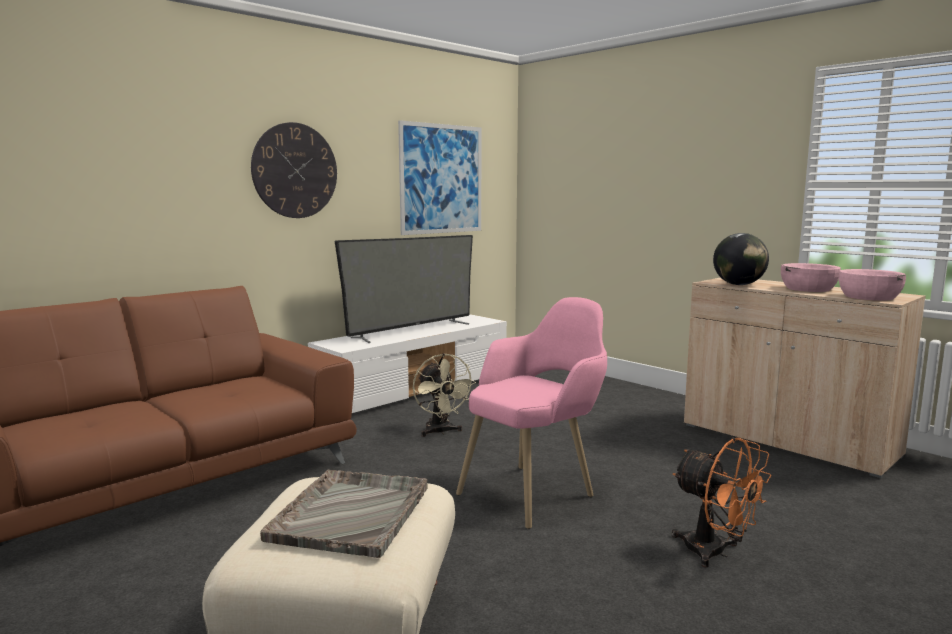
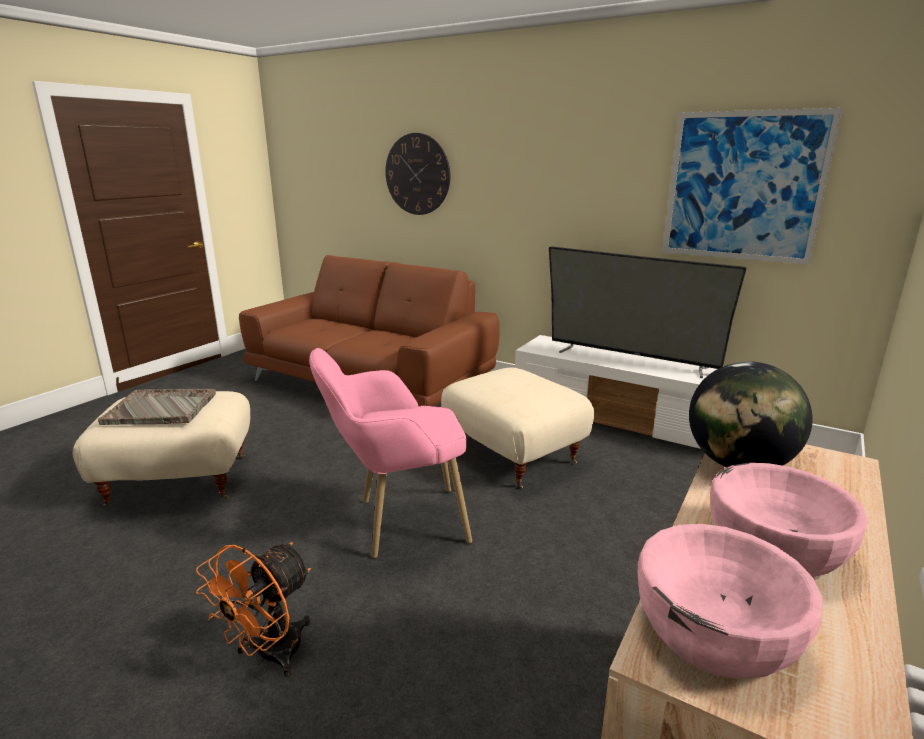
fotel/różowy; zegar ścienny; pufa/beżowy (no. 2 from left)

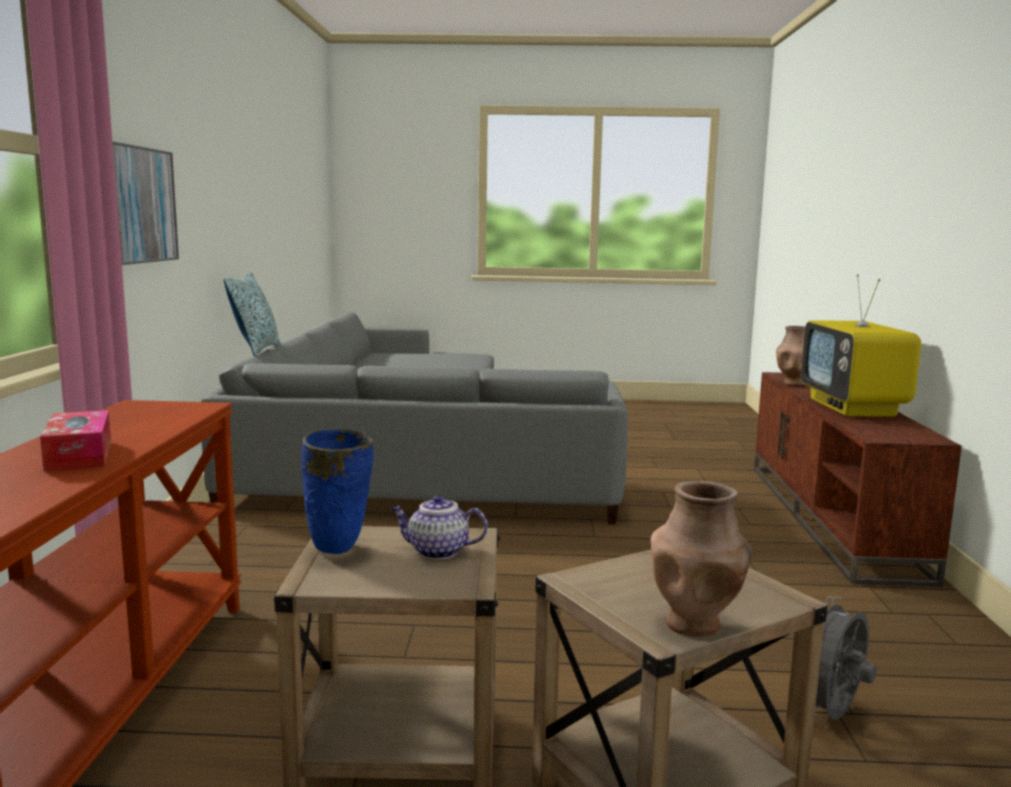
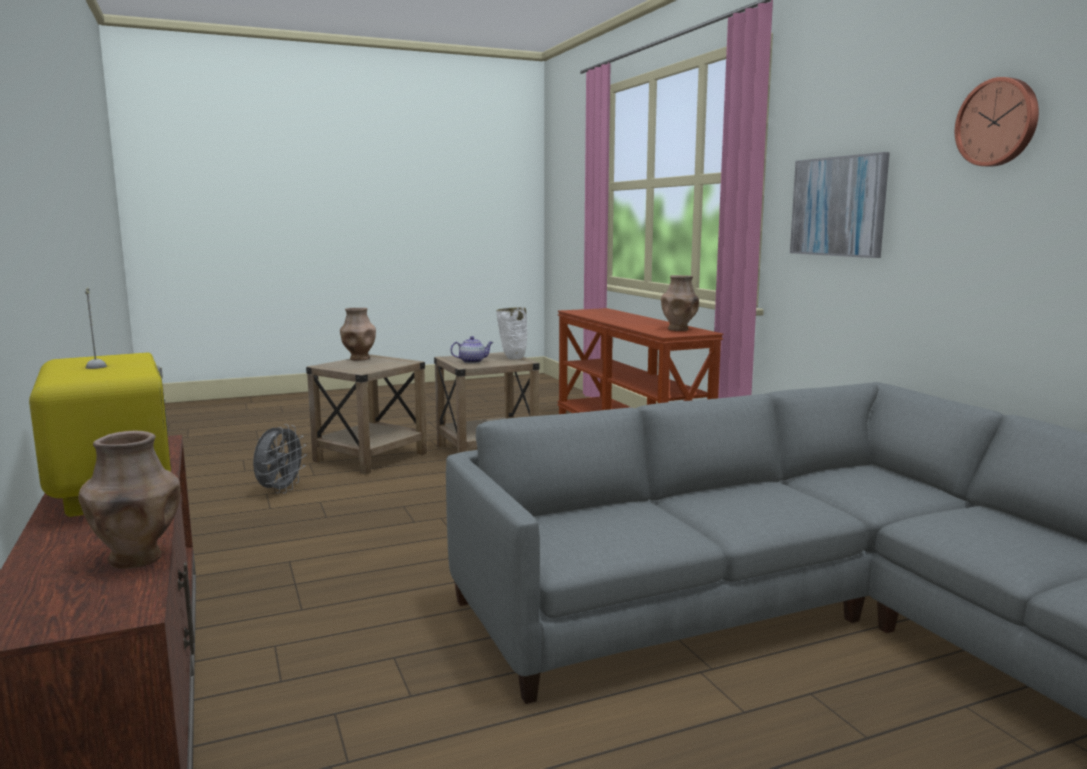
wazon/biały; wazon/brązowy (no. 3 from left); zegar ścienny; pudełko chusteczek; poduszka

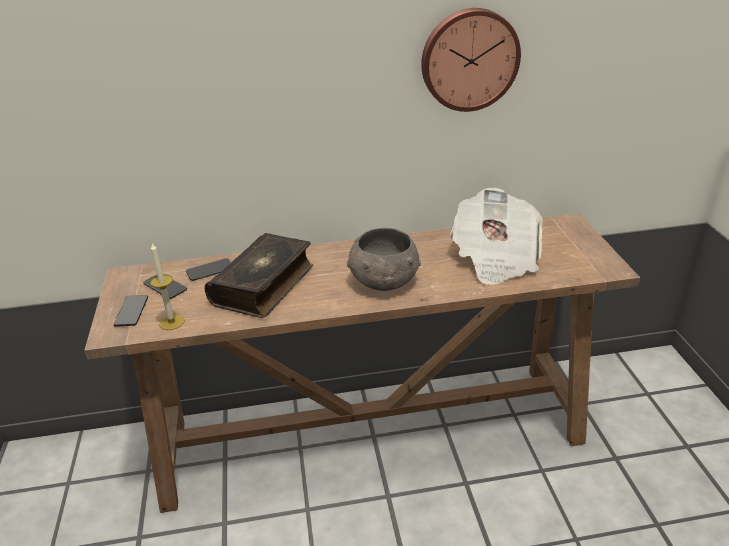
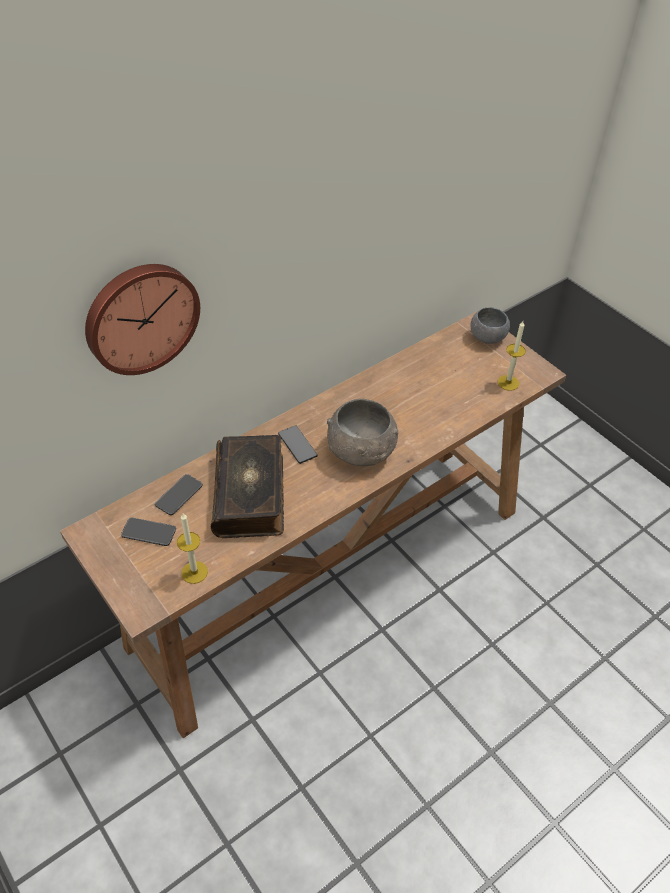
zegar ścienny; telefon (no. 3 from left); miska/szary (no. 2 from left); świeca (no. 2 from left); gazeta

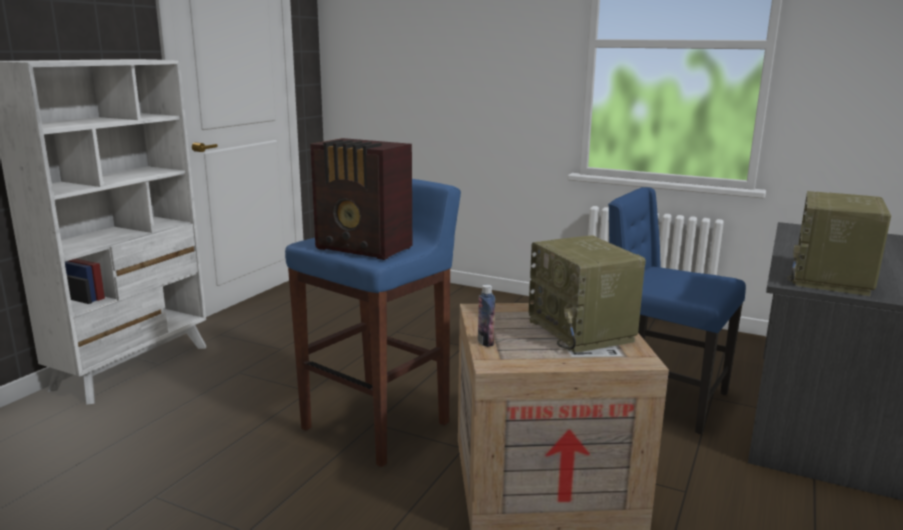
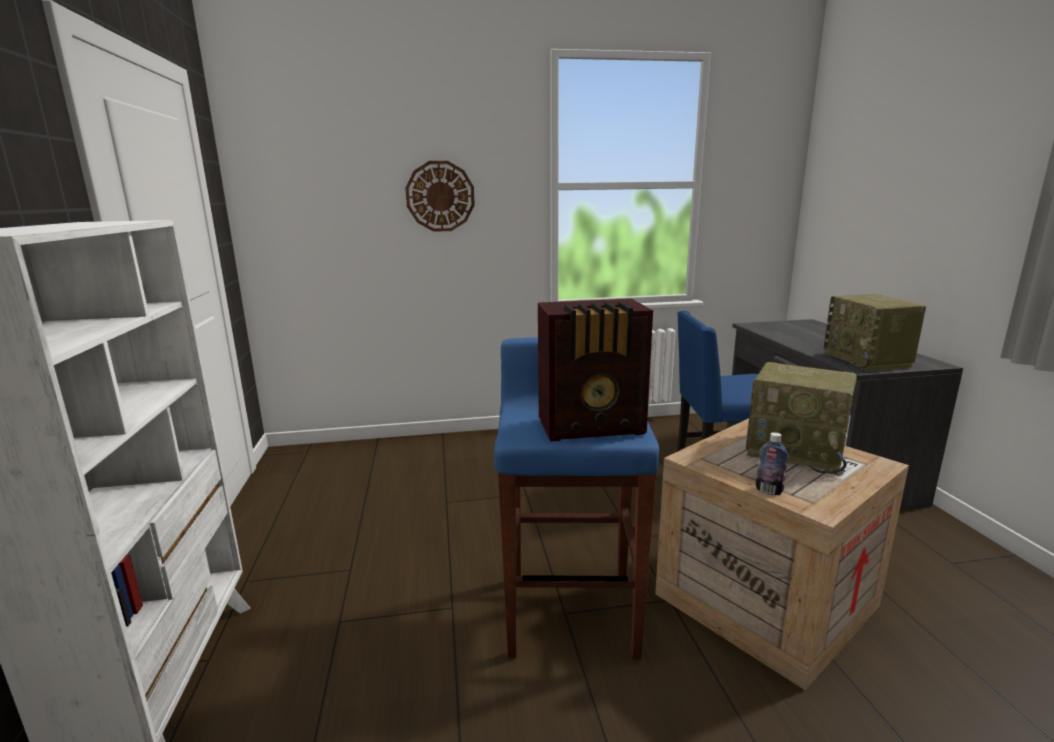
zegar ścienny

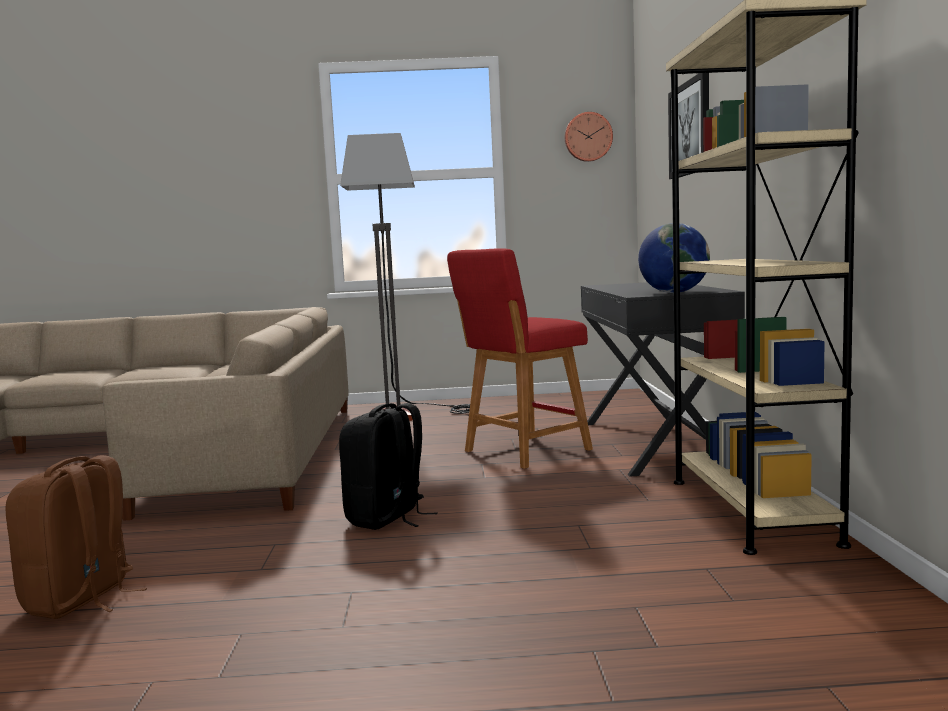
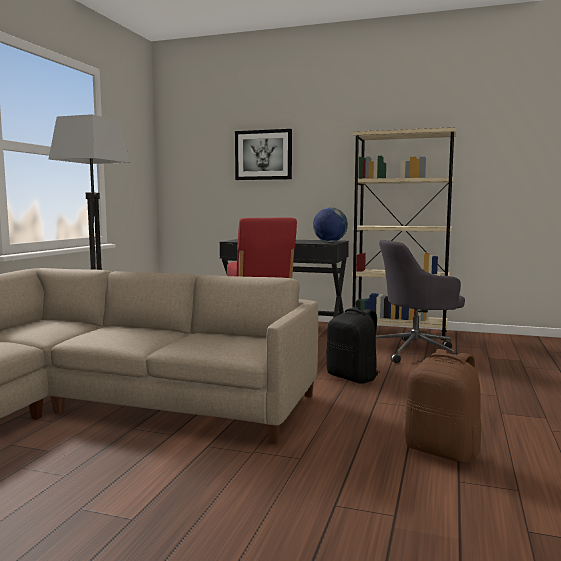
krzesło biurowe/szary; zegar ścienny

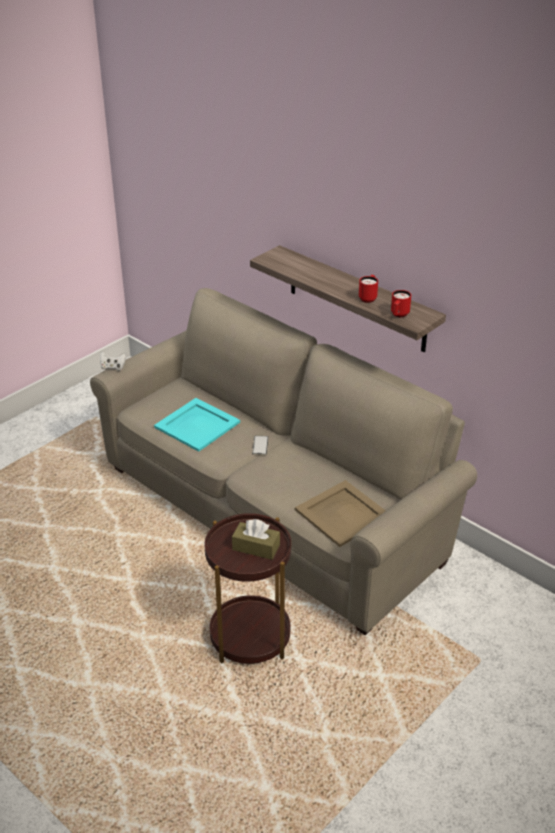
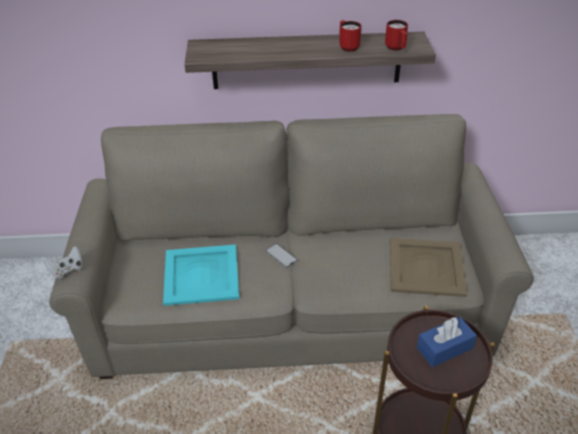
pudełko chusteczek/niebieski

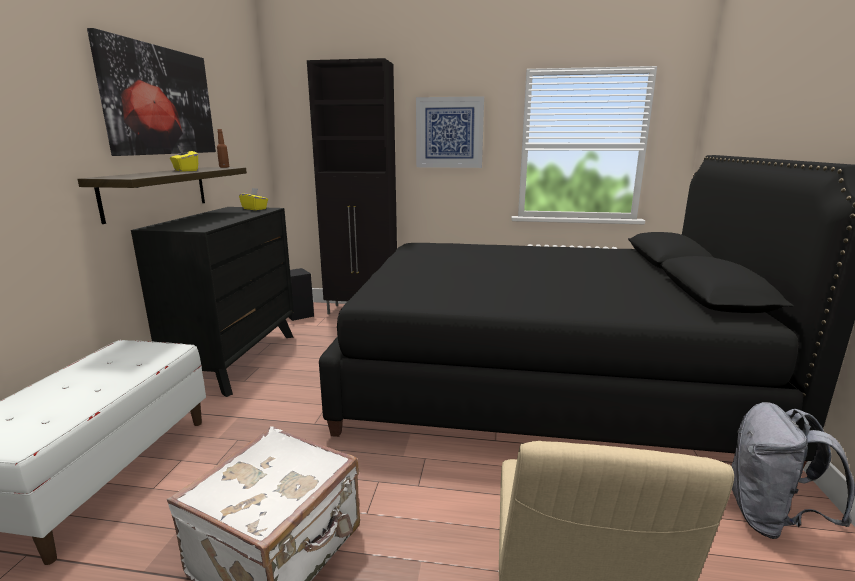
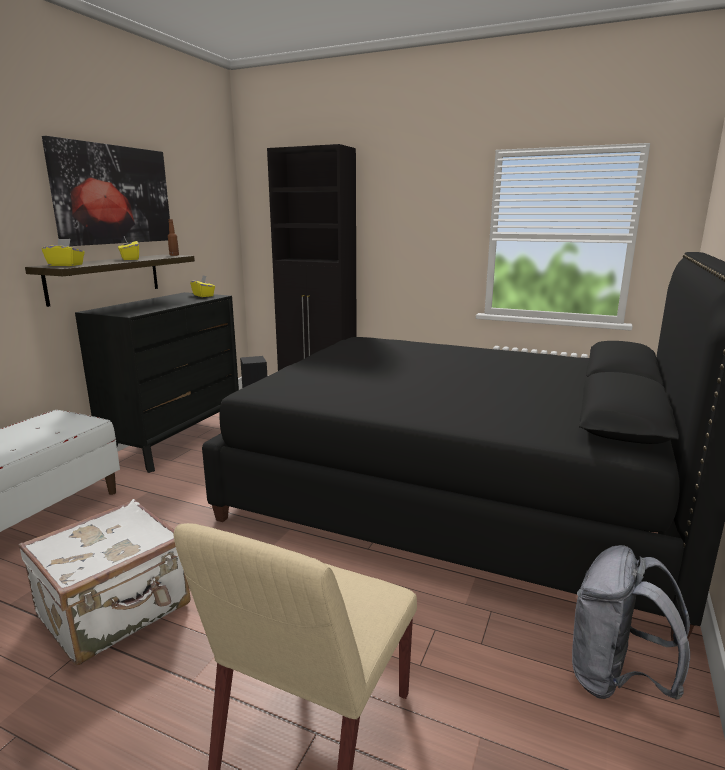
pudełko chusteczek/żółty (no. 1 from left); obraz (no. 2 from left in the first image)

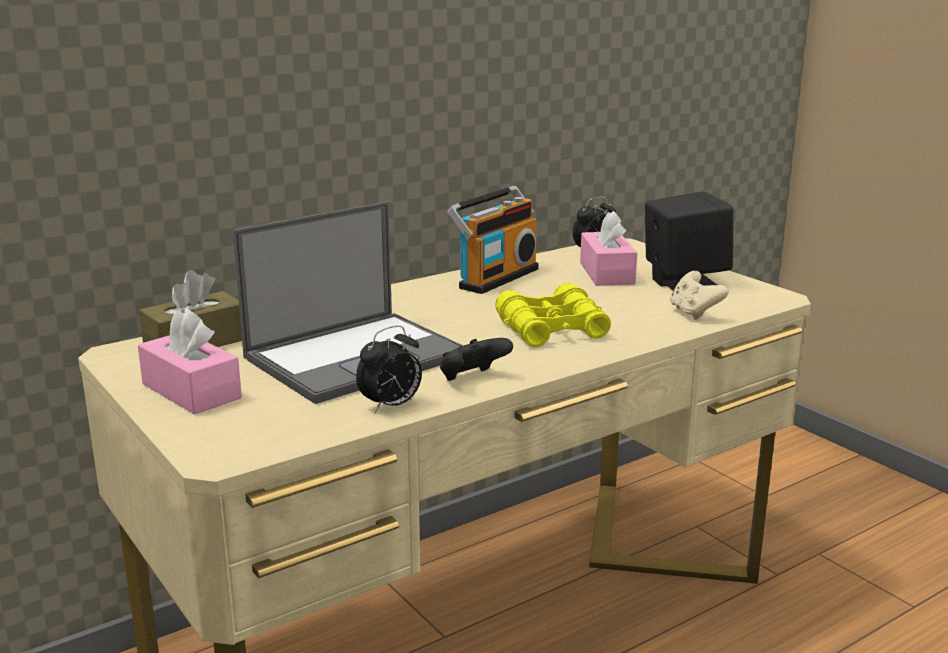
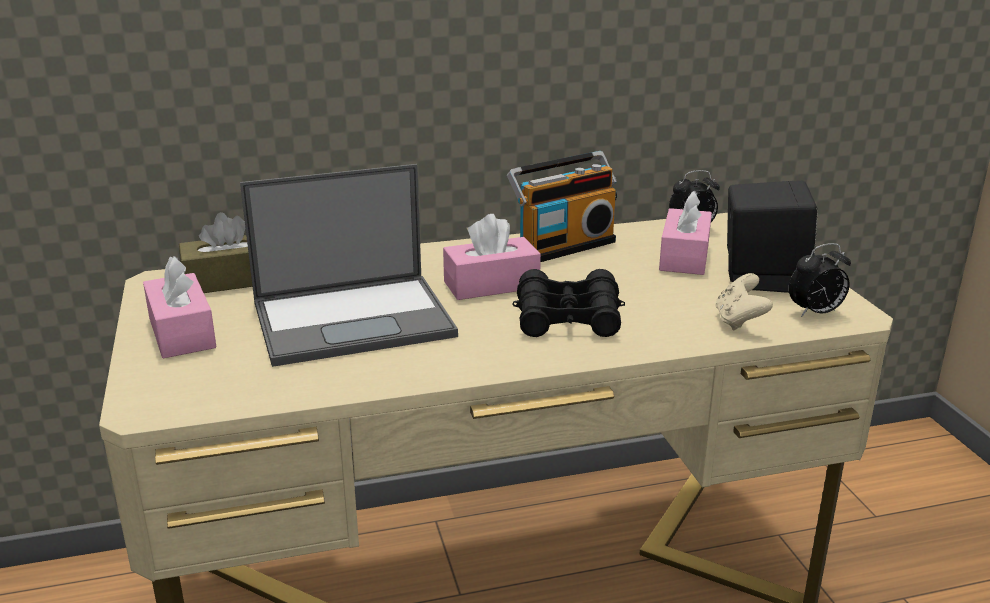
pudełko chusteczek/różowy (no. 2 from left); lornetka/czarny; budzik (no. 2 from left); pad do gier/czarny

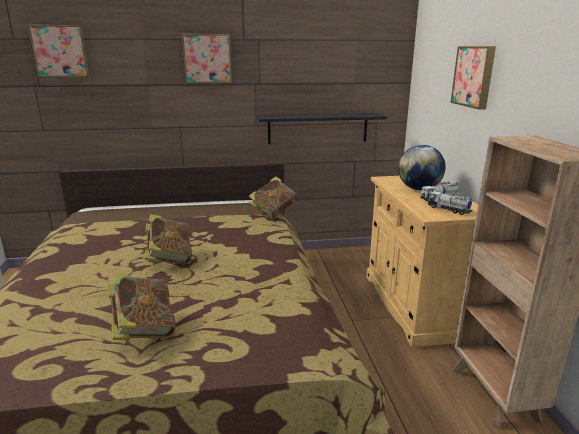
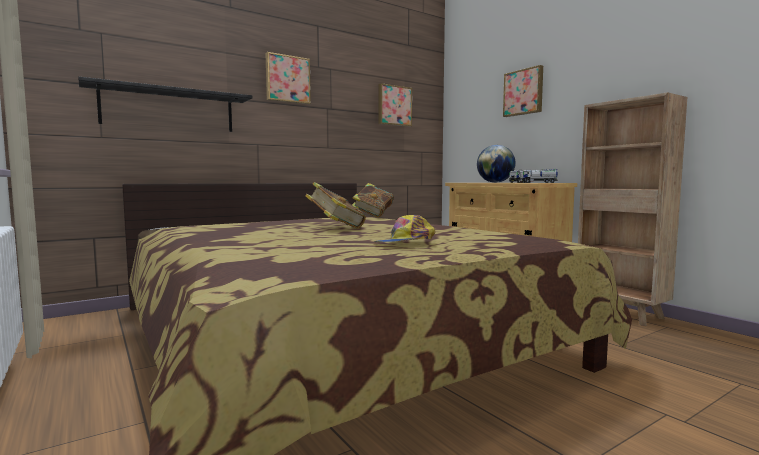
półka/czarny; czapka z daszkiem; obraz (no. 2 from left)

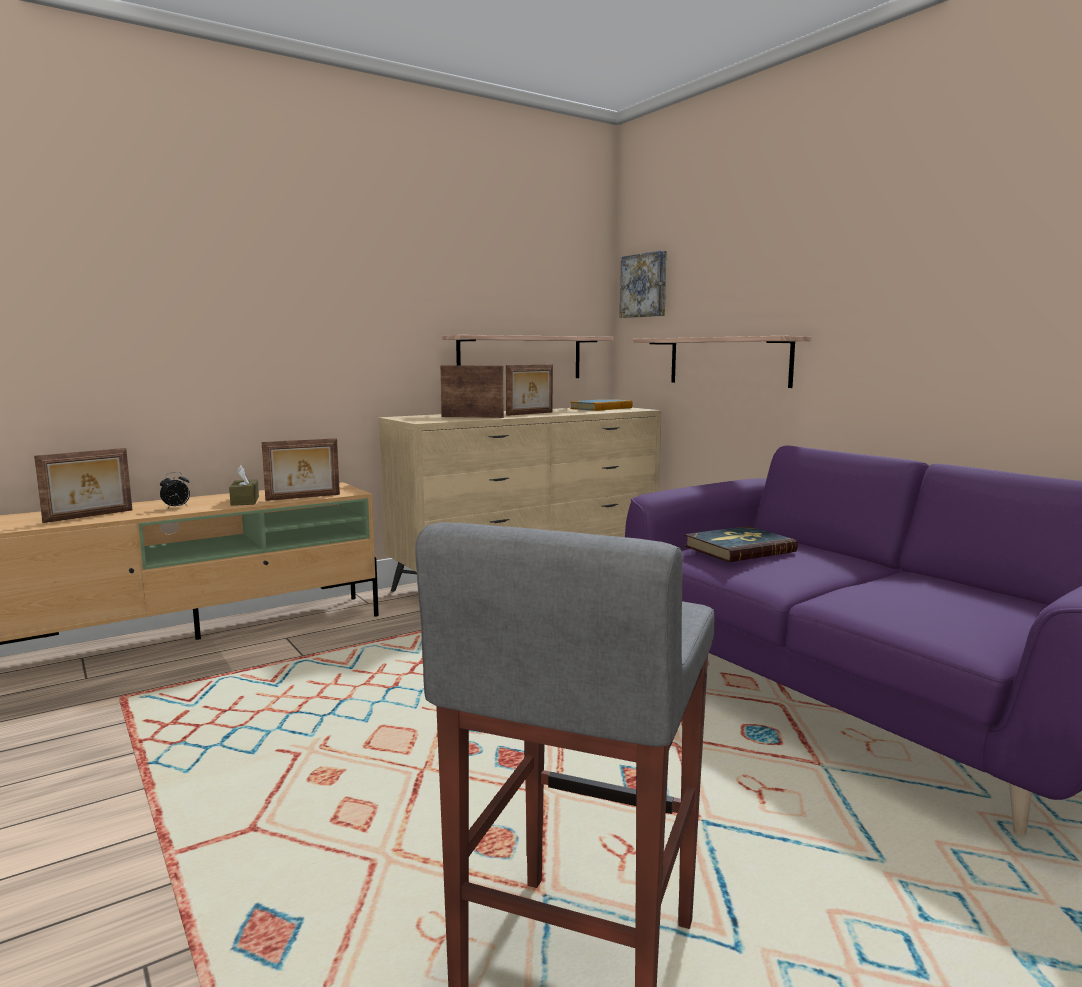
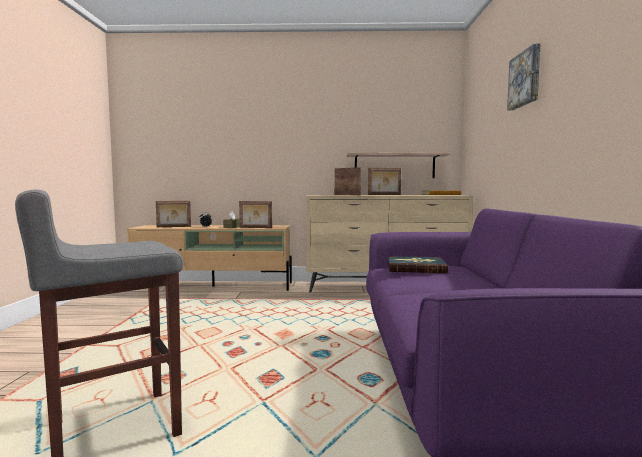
obraz; półka (no. 2 from left in the first image)

